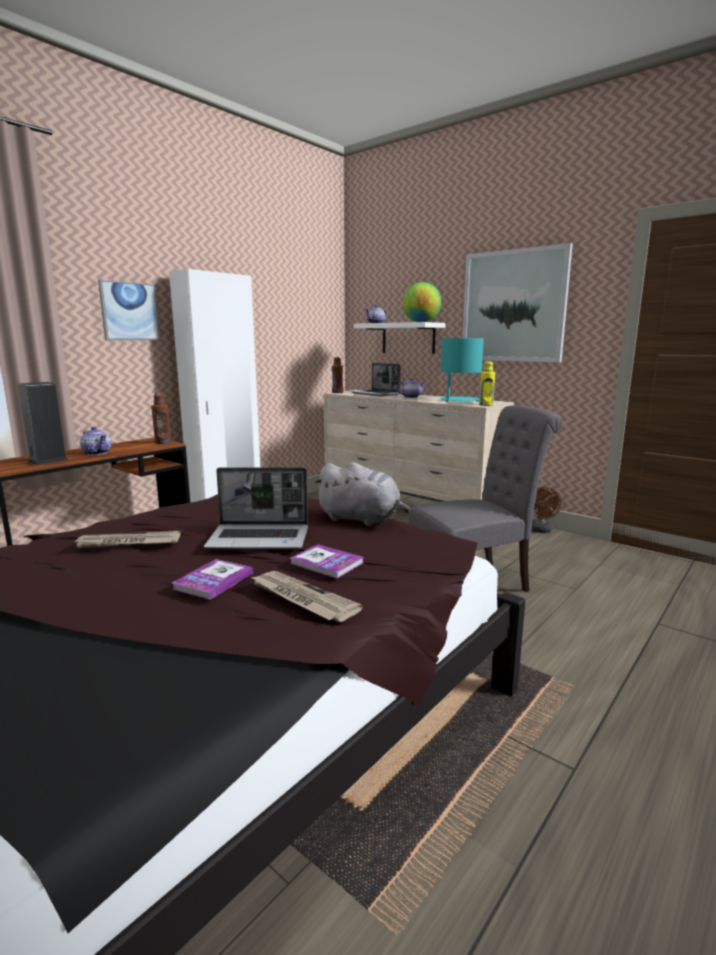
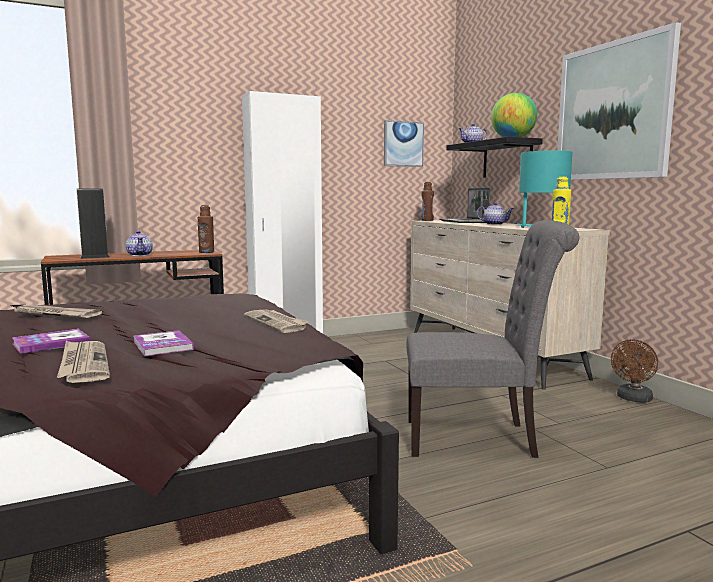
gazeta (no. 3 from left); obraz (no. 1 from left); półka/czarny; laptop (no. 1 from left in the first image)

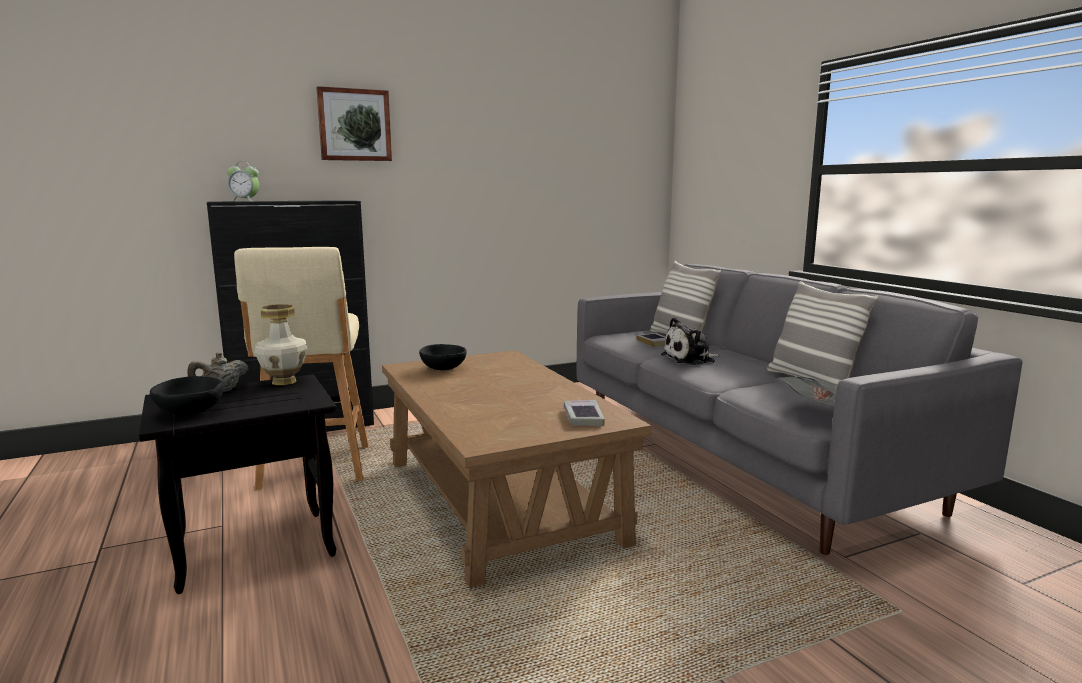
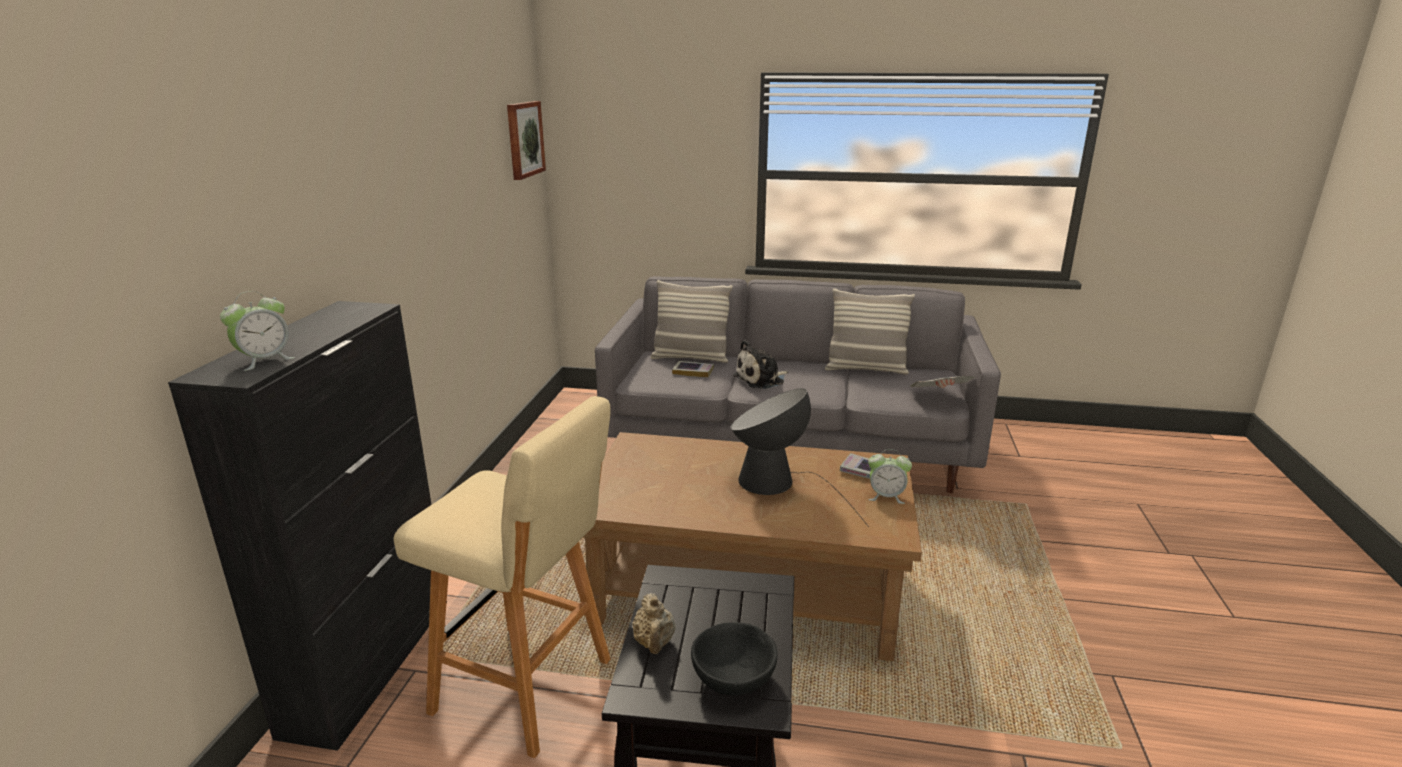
obraz; lampa stołowa; pluszak; budzik (no. 2 from left); wazon; miska/czarny (no. 2 from left in the first image)

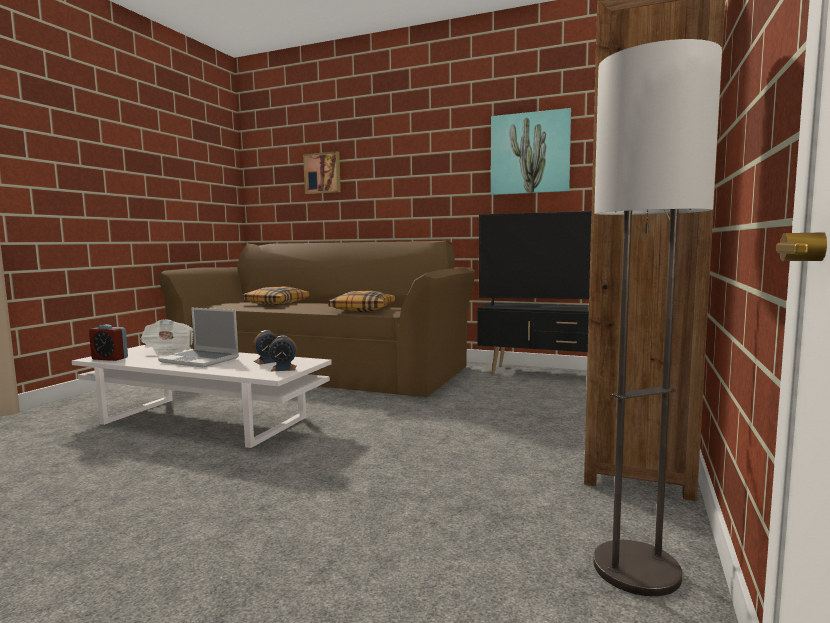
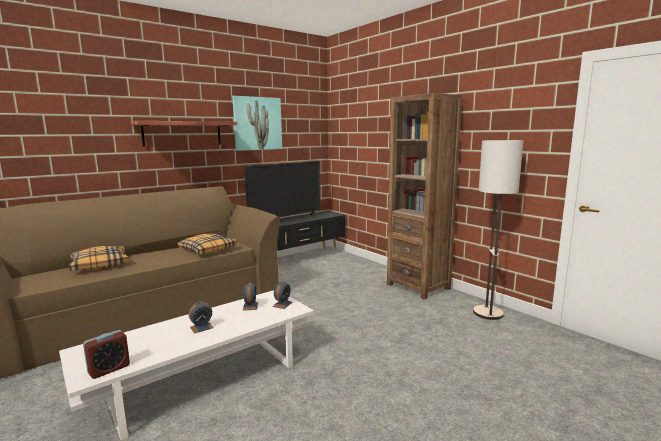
półka; budzik (no. 2 from left); gazeta; obraz (no. 1 from left in the first image)

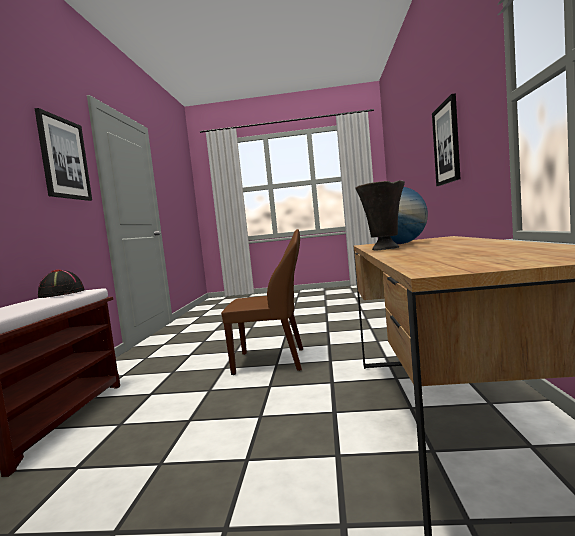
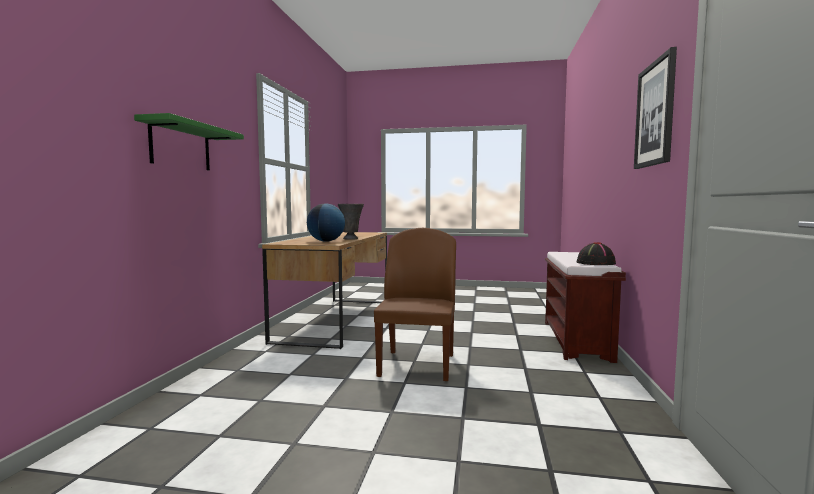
półka/zielony; krzesło/brązowy

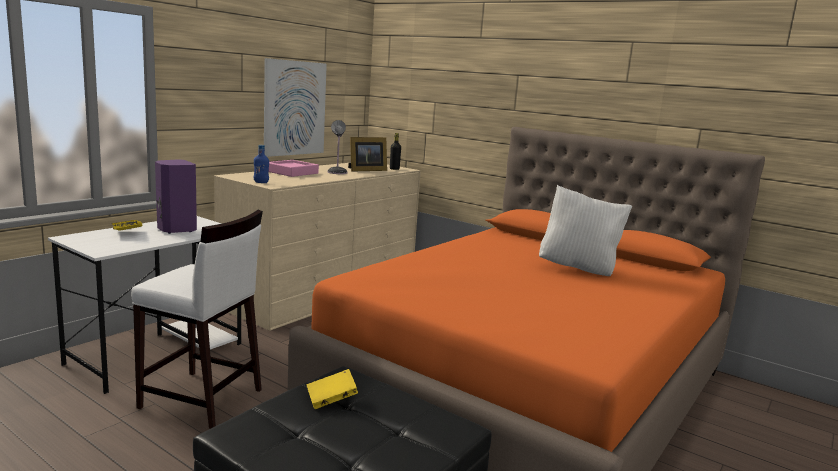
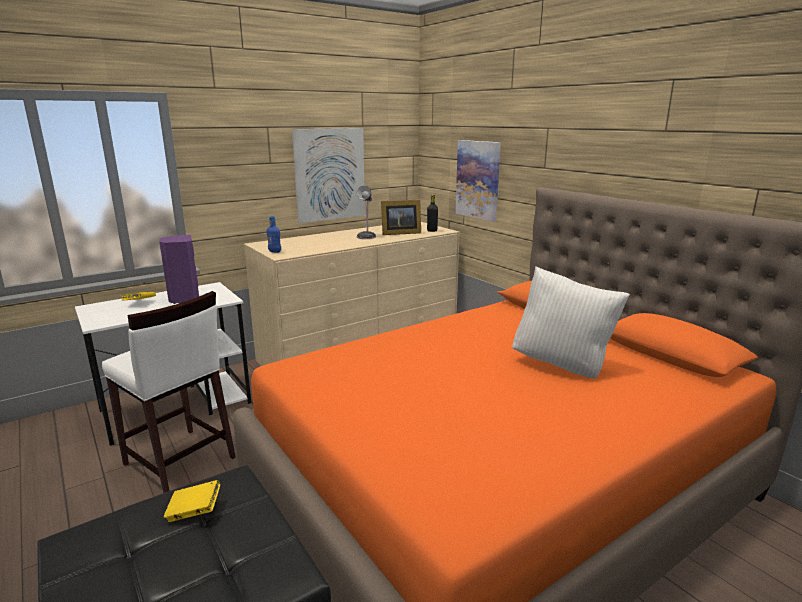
obraz (no. 2 from left); taca/różowy

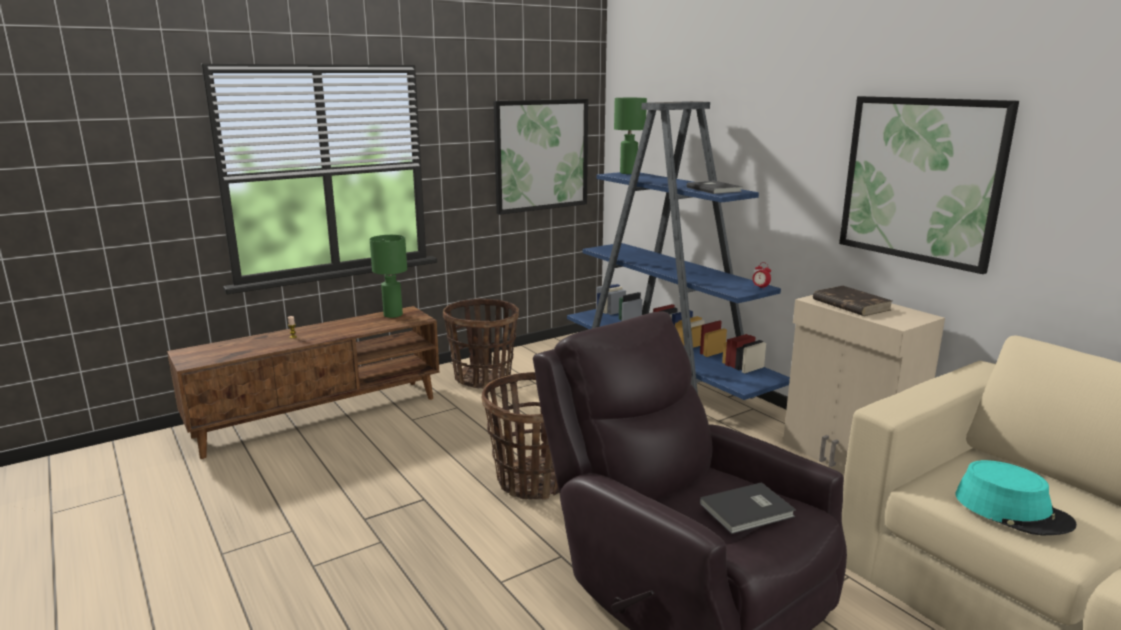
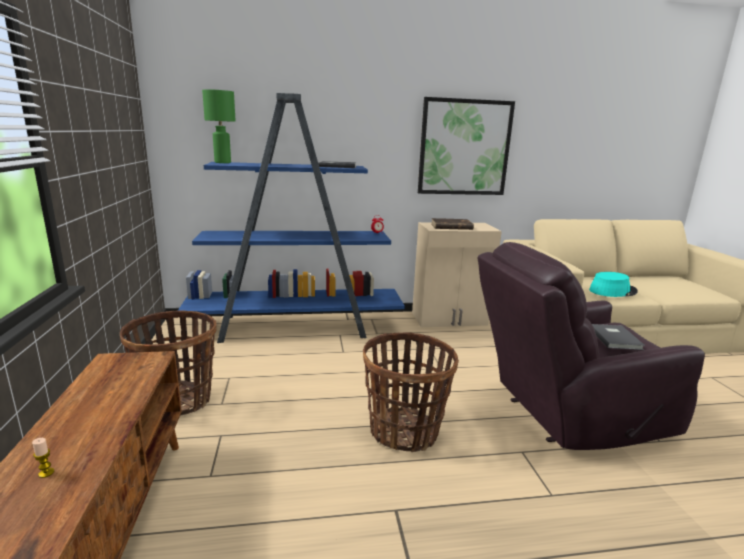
lampa stołowa/zielony (no. 1 from left in the first image); obraz (no. 1 from left in the first image)

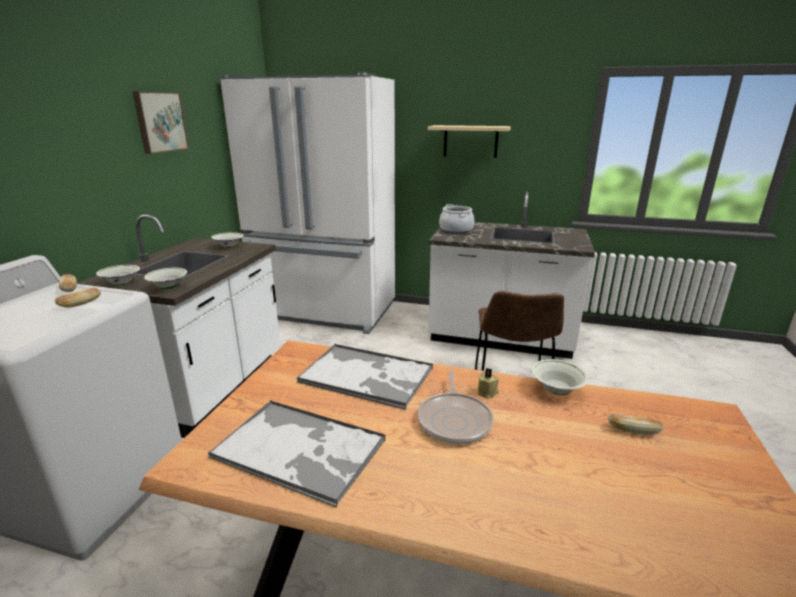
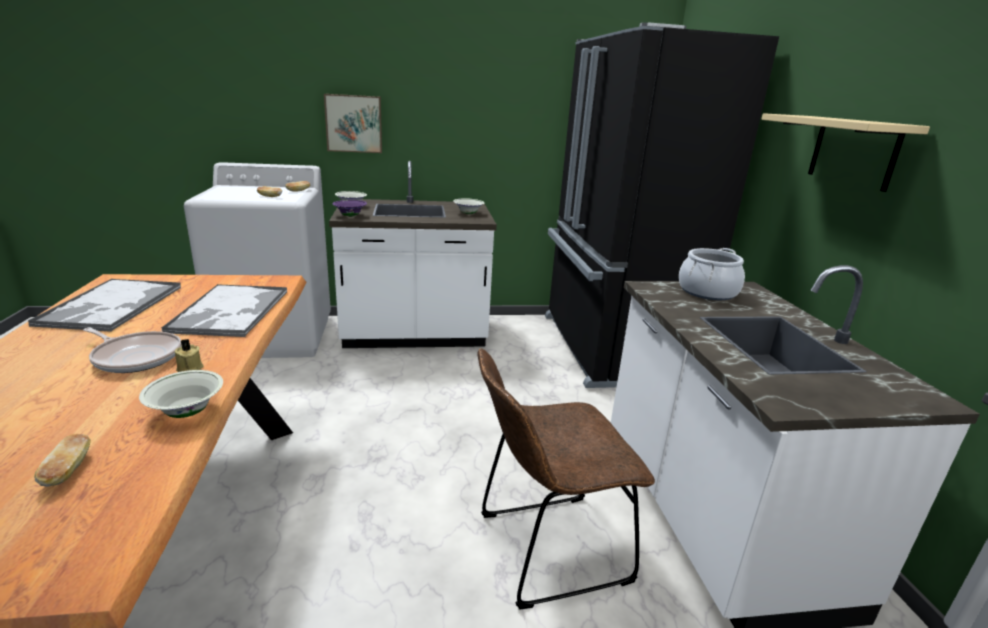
patelnia; obraz; miska/fioletowy; lodówka/czarny

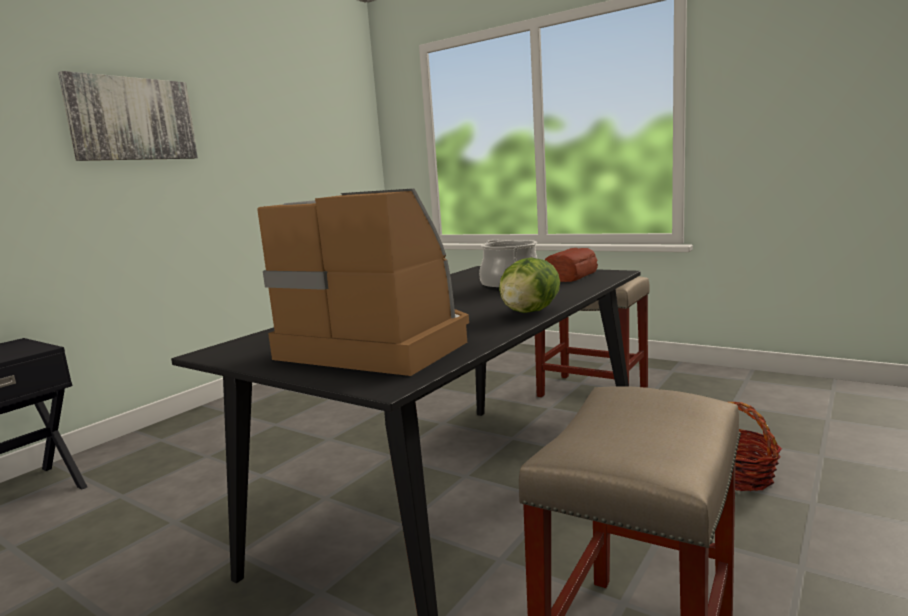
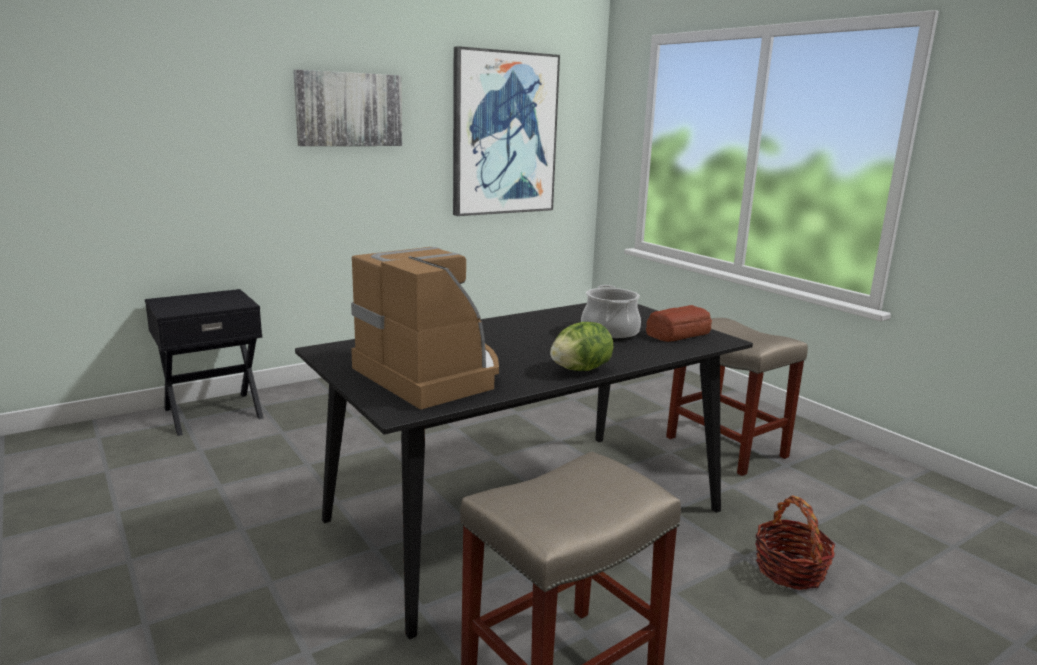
obraz (no. 2 from left)

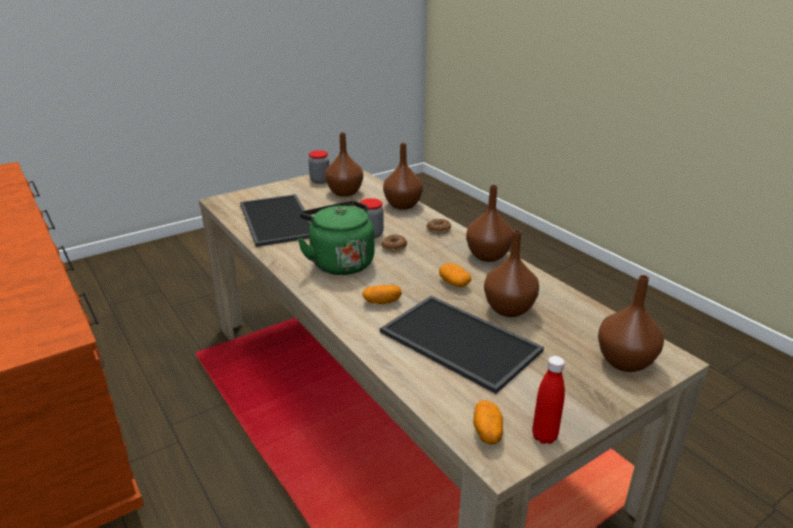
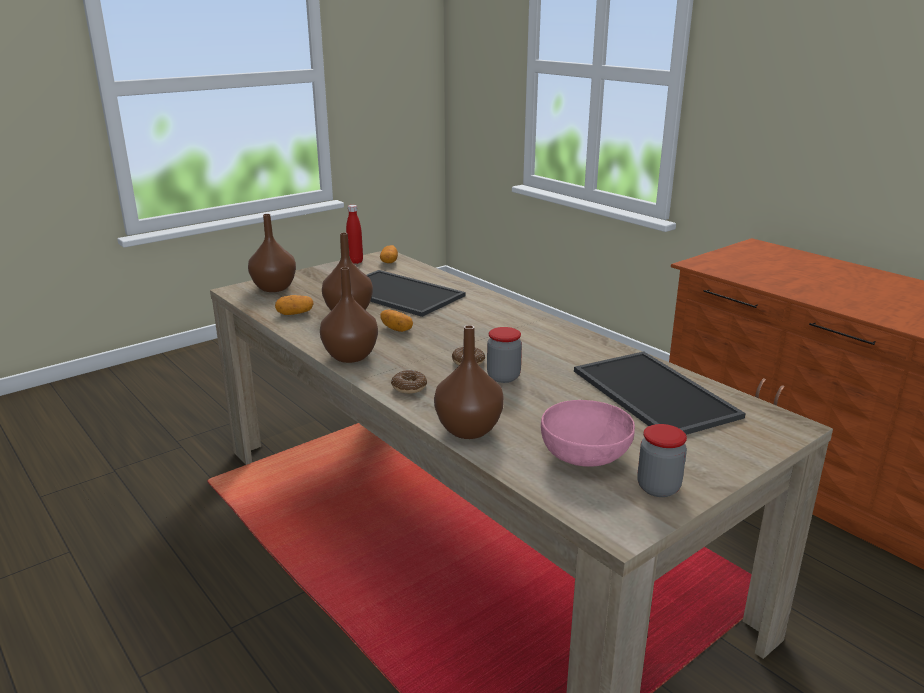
ziemniak (no. 1 from left); miska/różowy; czajnik/zielony

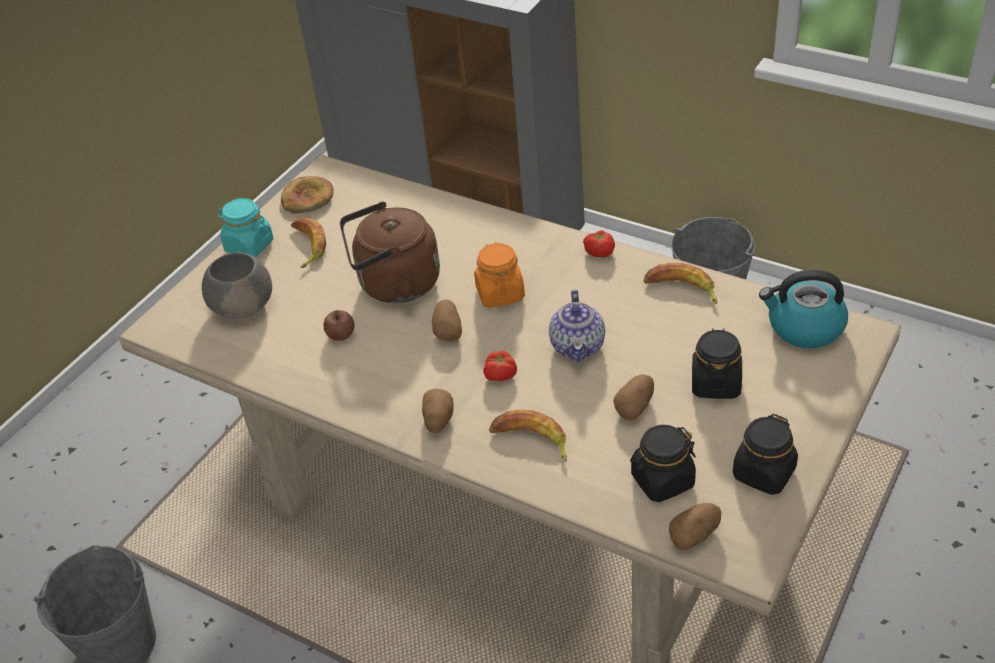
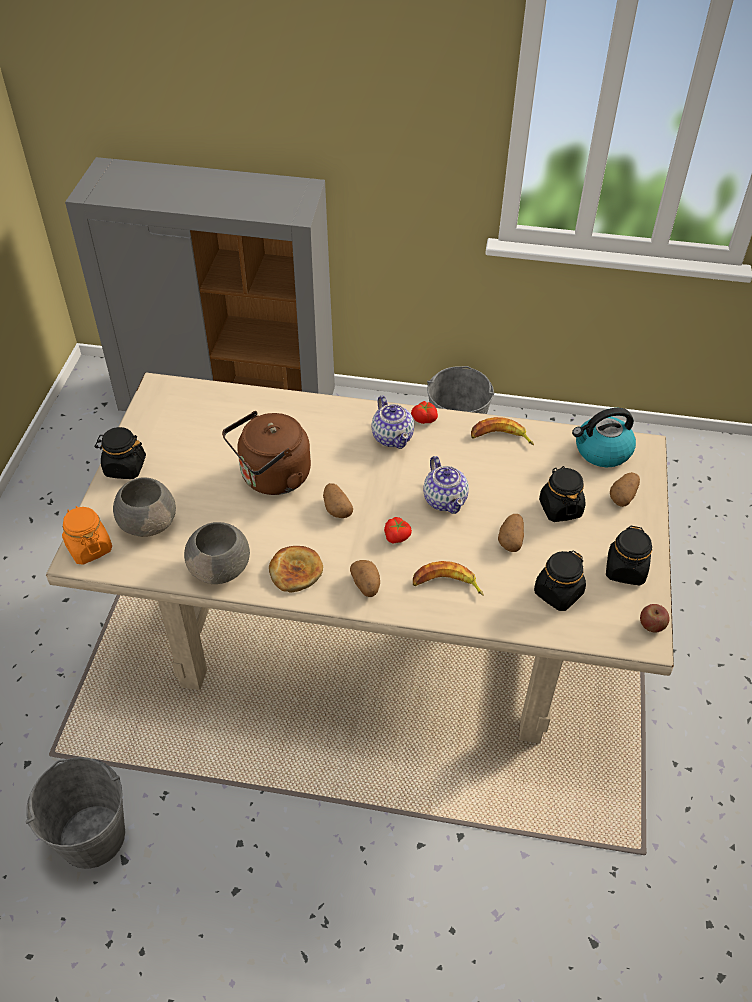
słoik/pomarańczowy; słoik/czarny (no. 1 from left); miska/szary (no. 2 from left); chleb; imbryk (no. 1 from left); ziemniak (no. 4 from left); jabłko; banan (no. 1 from left in the first image)

